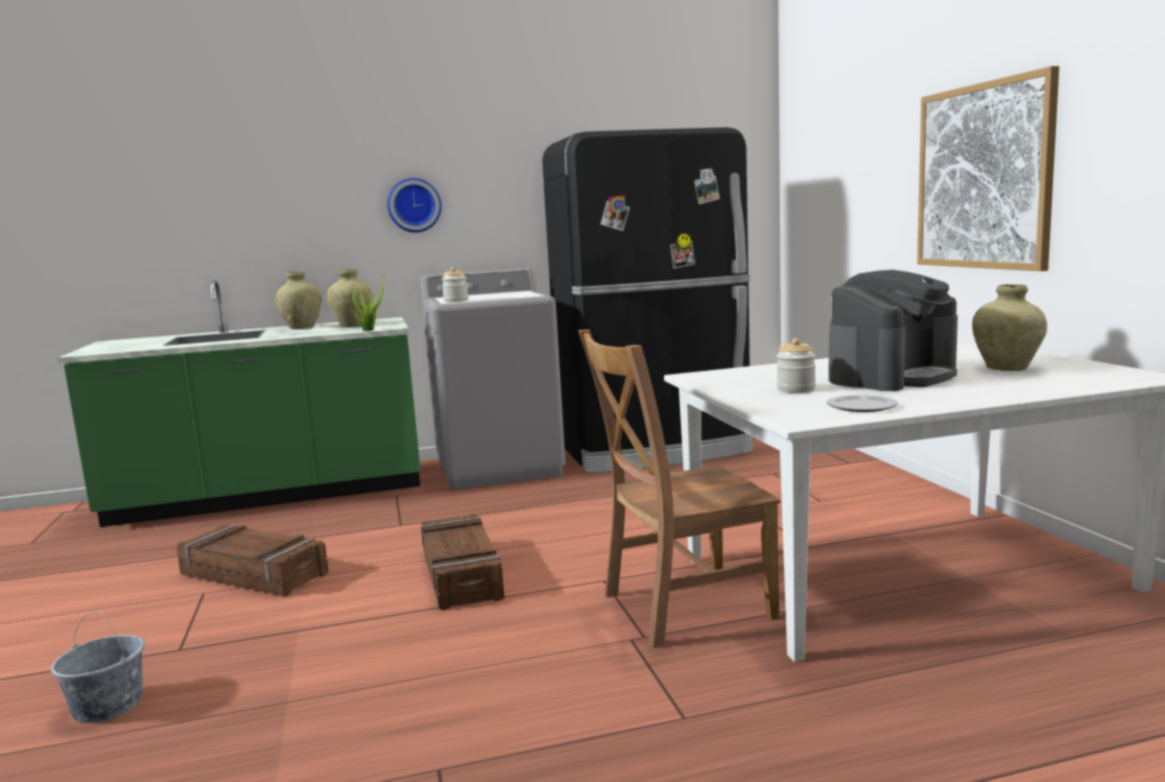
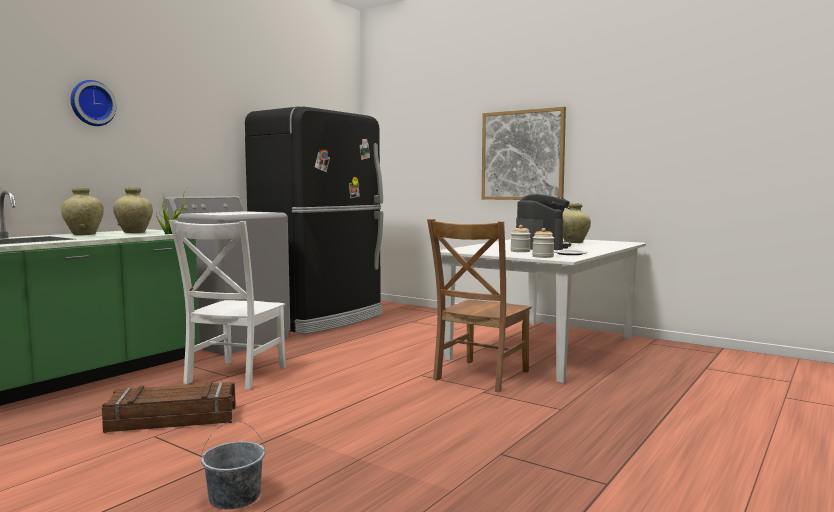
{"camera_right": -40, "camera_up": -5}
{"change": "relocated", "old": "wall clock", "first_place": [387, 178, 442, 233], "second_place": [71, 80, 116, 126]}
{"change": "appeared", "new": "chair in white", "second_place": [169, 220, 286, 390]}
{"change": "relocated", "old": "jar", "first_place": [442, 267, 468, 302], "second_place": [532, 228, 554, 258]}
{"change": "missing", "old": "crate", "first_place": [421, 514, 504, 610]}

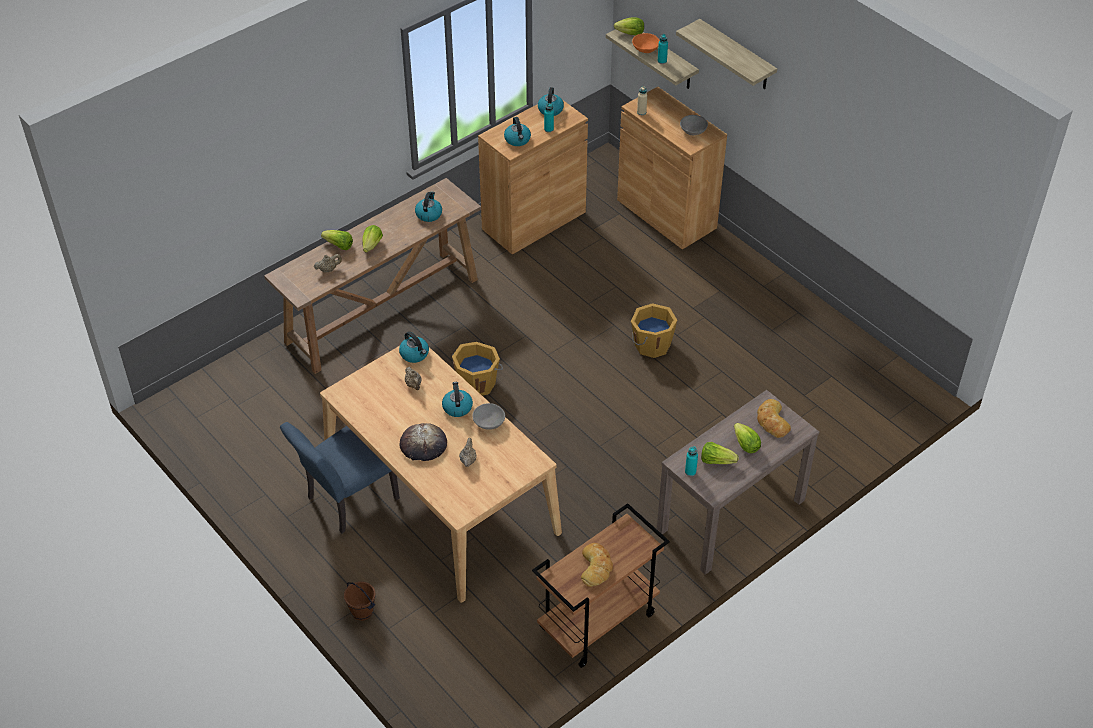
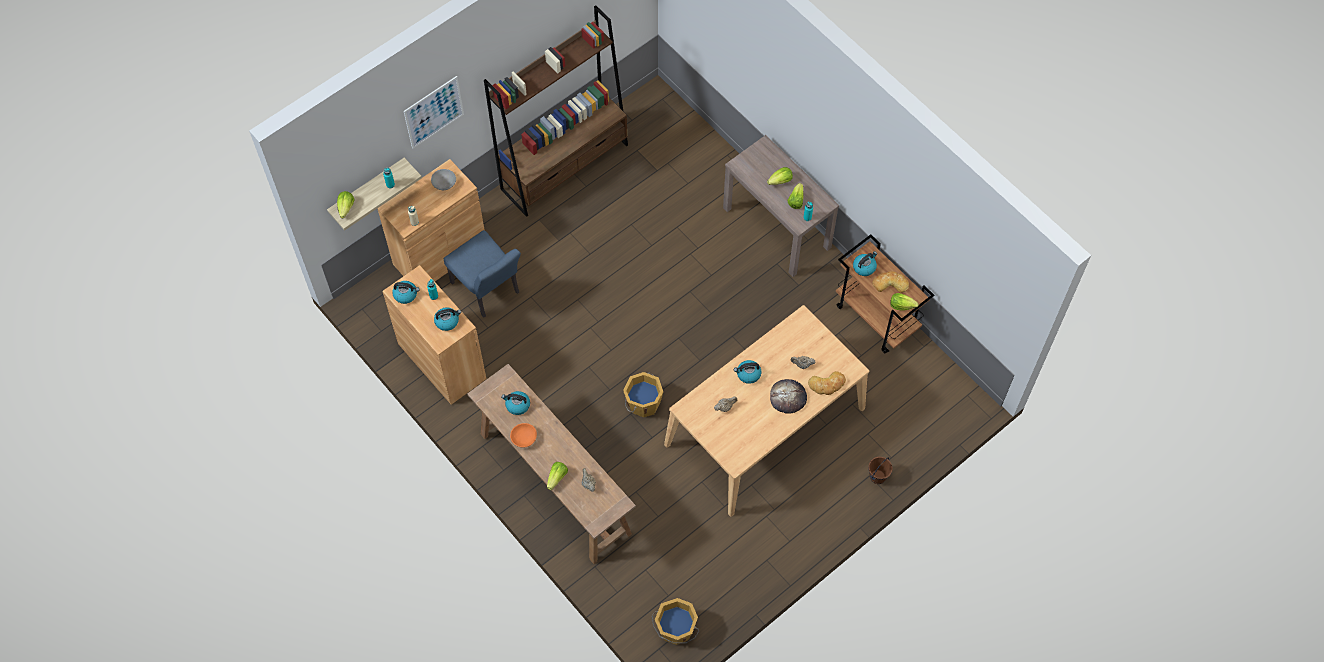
{"camera_right": -90, "camera_up": 15}
{"change": "exchanged", "old": "shelf", "new": "picture", "first_place": [676, 19, 777, 89], "second_place": [404, 76, 464, 148]}
{"change": "relocated", "old": "chair in blue", "first_place": [280, 422, 400, 533], "second_place": [444, 230, 521, 318]}
{"change": "appeared", "new": "bookcase in brown", "second_place": [484, 5, 628, 217]}
{"change": "relocated", "old": "bowl in orange", "first_place": [632, 33, 660, 53], "second_place": [510, 423, 537, 448]}
{"change": "relocated", "old": "bucket in orange", "first_place": [631, 303, 677, 358], "second_place": [652, 598, 699, 645]}
{"change": "relocated", "old": "bread", "first_place": [757, 399, 791, 438], "second_place": [808, 371, 846, 395]}
{"change": "relocated", "old": "kettle", "first_place": [399, 331, 429, 363], "second_place": [853, 251, 877, 276]}
{"change": "relocated", "old": "lettuce", "first_place": [362, 225, 383, 252], "second_place": [890, 293, 919, 310]}
{"change": "missing", "old": "bowl in grey", "first_place": [472, 403, 505, 430]}

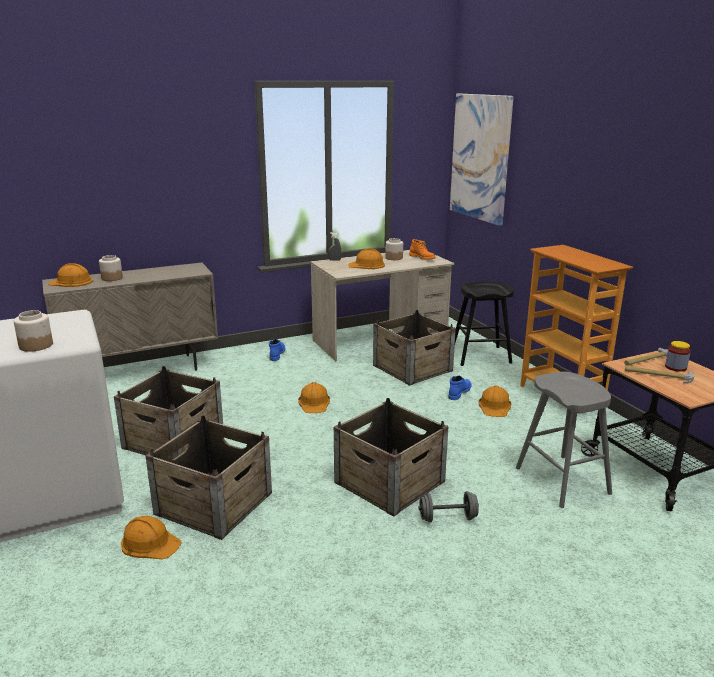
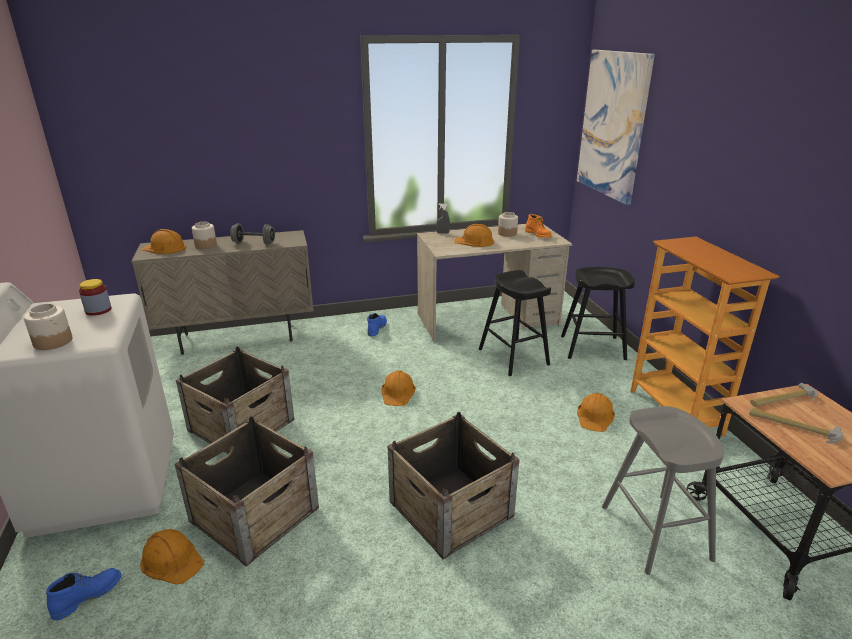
{"camera_right": 10, "camera_up": 5}
{"change": "relocated", "old": "boot in blue", "first_place": [448, 375, 471, 400], "second_place": [46, 568, 121, 621]}
{"change": "relocated", "old": "jar", "first_place": [665, 341, 691, 372], "second_place": [79, 279, 112, 316]}
{"change": "relocated", "old": "dumbbell in grey", "first_place": [418, 491, 479, 522], "second_place": [230, 223, 275, 245]}
{"change": "exchanged", "old": "crate", "new": "stool in black", "first_place": [373, 310, 456, 386], "second_place": [479, 270, 551, 376]}

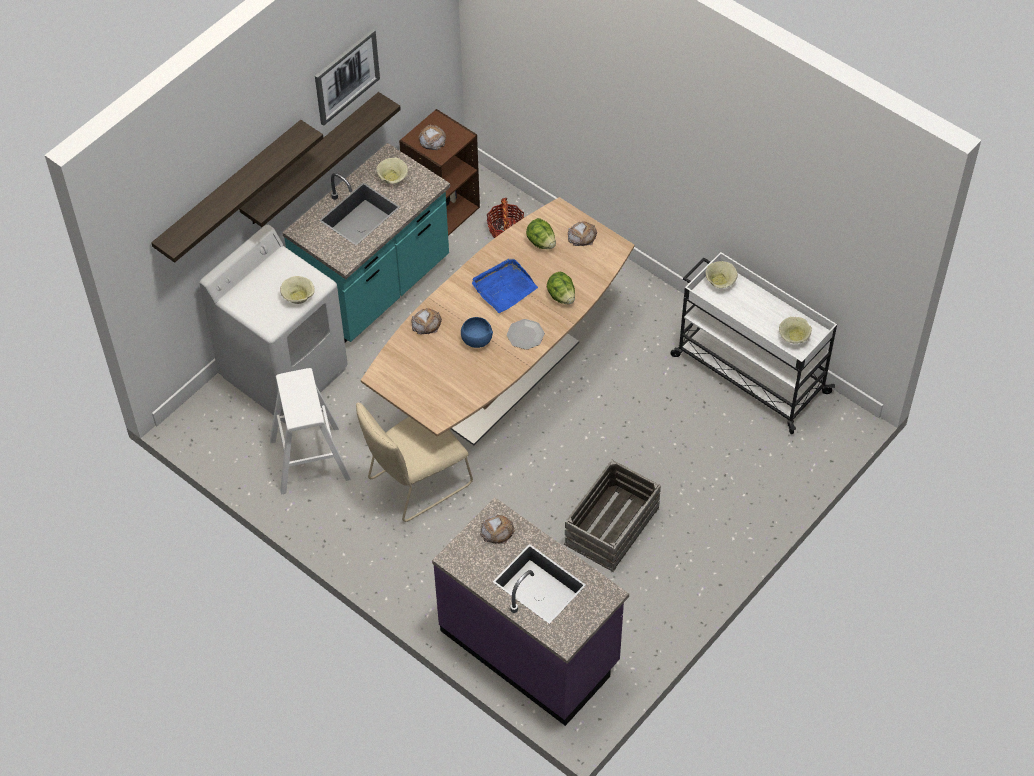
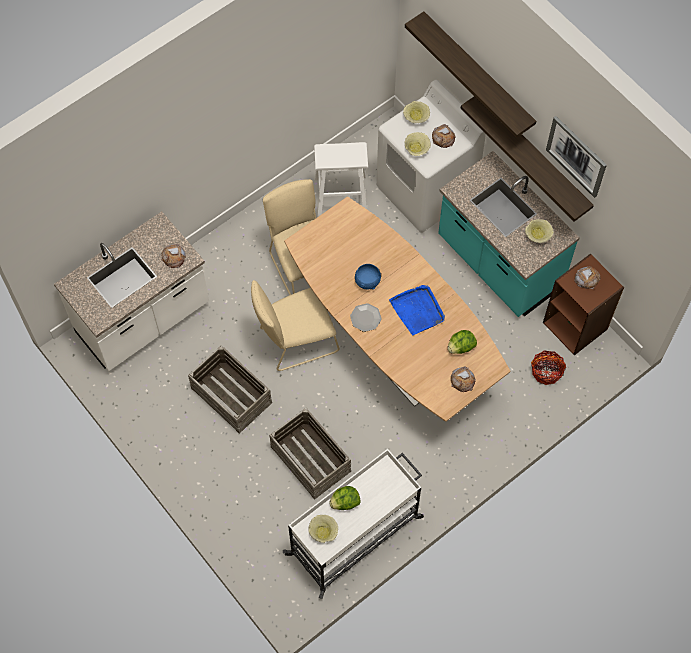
{"camera_right": 100, "camera_up": 10}
{"change": "colour", "old": "counter in purple", "new": "counter in white", "first_place": [432, 498, 629, 726], "second_place": [54, 211, 209, 371]}
{"change": "appeared", "new": "chair in beige", "second_place": [251, 280, 340, 371]}
{"change": "appeared", "new": "crate", "second_place": [269, 408, 351, 500]}
{"change": "relocated", "old": "lettuce", "first_place": [547, 272, 575, 304], "second_place": [329, 486, 361, 510]}
{"change": "relocated", "old": "bowl in beige", "first_place": [706, 261, 738, 288], "second_place": [403, 101, 430, 123]}
{"change": "relocated", "old": "bread", "first_place": [411, 308, 442, 334], "second_place": [432, 124, 456, 148]}

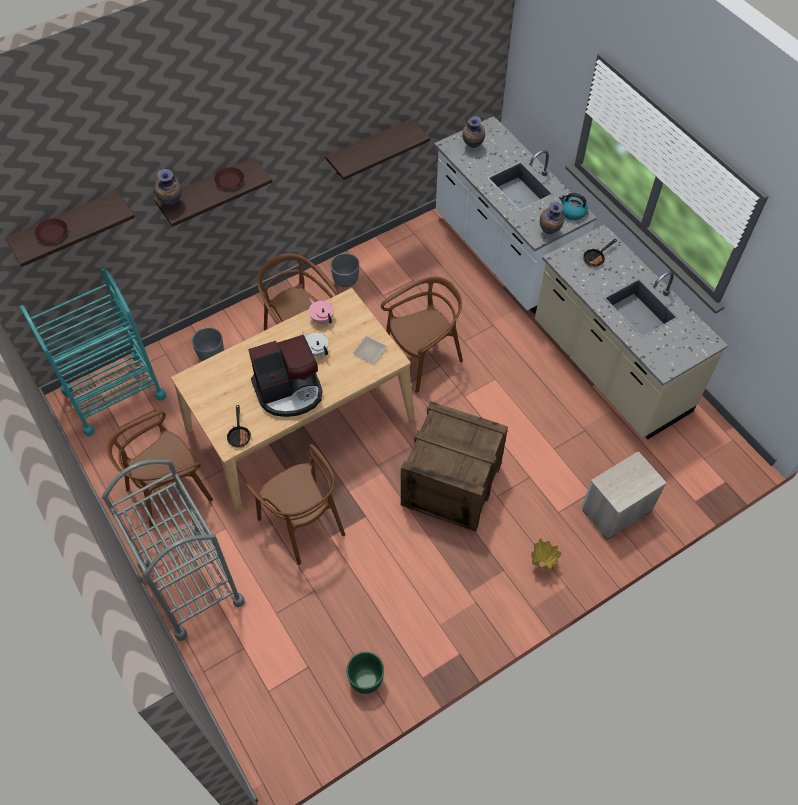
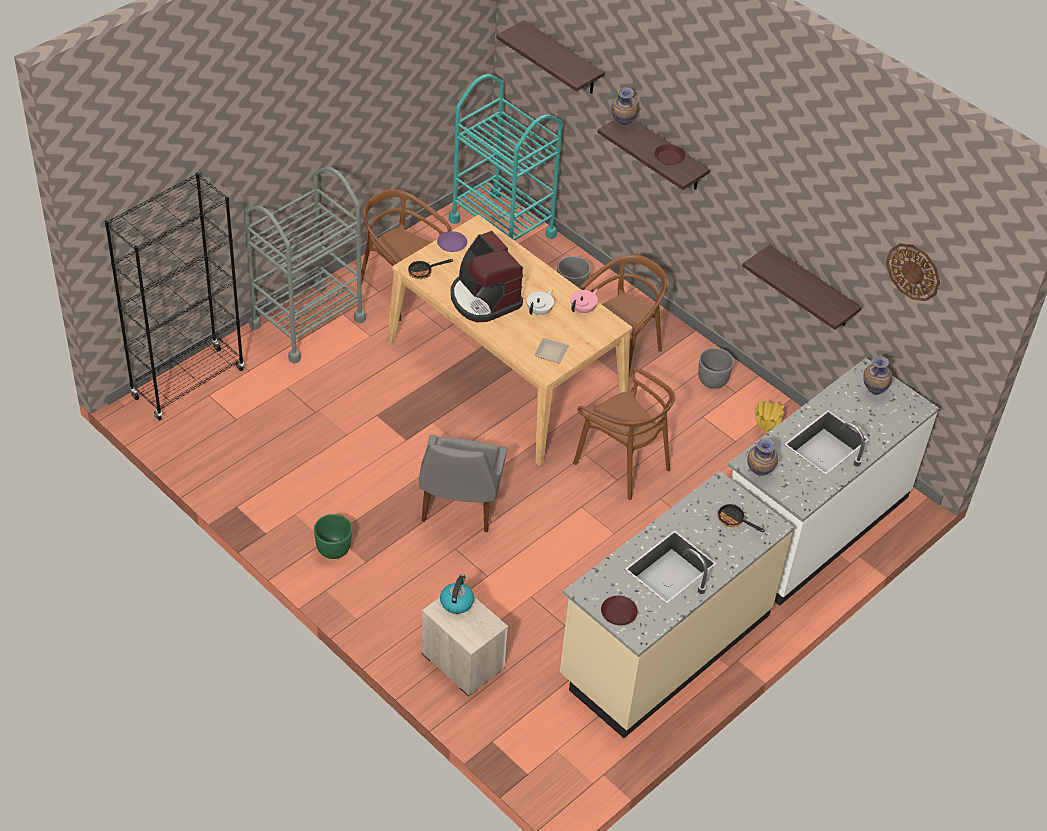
{"camera_right": 75, "camera_up": -10}
{"change": "appeared", "new": "bookcase in black", "second_place": [105, 172, 244, 421]}
{"change": "relocated", "old": "planter in green", "first_place": [346, 652, 384, 694], "second_place": [314, 514, 352, 559]}
{"change": "exchanged", "old": "crate", "new": "chair in grey", "first_place": [401, 401, 508, 532], "second_place": [419, 435, 507, 532]}
{"change": "appeared", "new": "plate in purple", "second_place": [437, 231, 467, 252]}
{"change": "relocated", "old": "kettle", "first_place": [559, 193, 588, 220], "second_place": [440, 574, 474, 614]}
{"change": "relocated", "old": "plate in brown", "first_place": [35, 218, 67, 243], "second_place": [601, 596, 638, 625]}
{"change": "relocated", "old": "vase in yellow", "first_place": [531, 539, 562, 570], "second_place": [755, 400, 785, 432]}
{"change": "appeared", "new": "wall clock", "second_place": [886, 243, 940, 301]}
{"change": "missing", "old": "chair in brown", "first_place": [245, 444, 345, 565]}

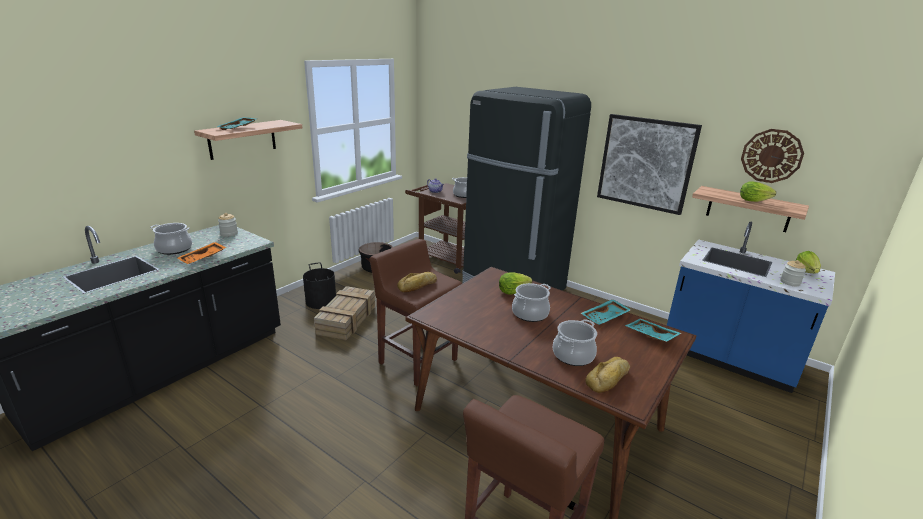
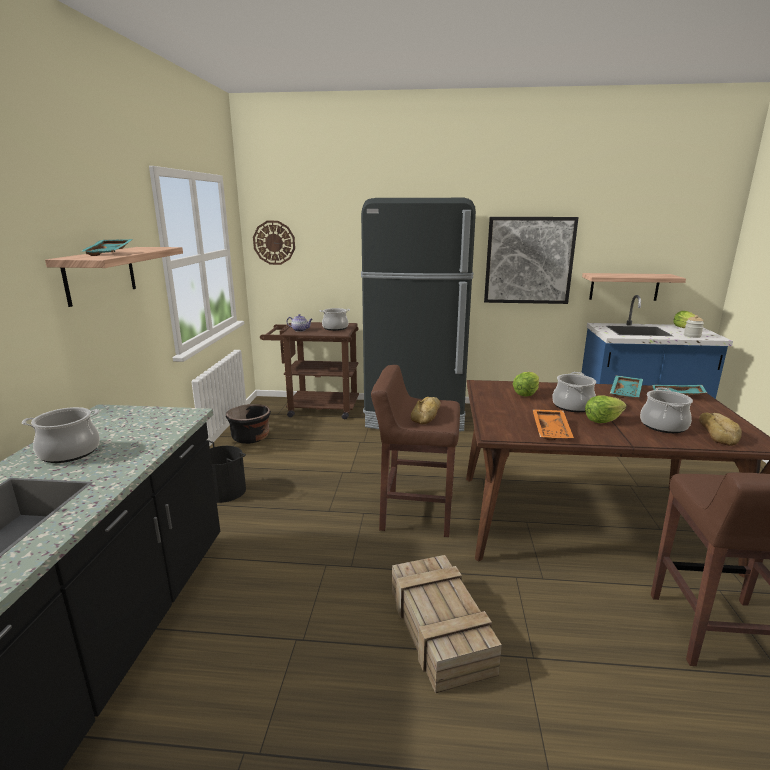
{"camera_right": -30, "camera_up": -5}
{"change": "relocated", "old": "wall clock", "first_place": [741, 129, 804, 183], "second_place": [253, 221, 295, 265]}
{"change": "relocated", "old": "crate", "first_place": [314, 286, 375, 341], "second_place": [392, 555, 502, 693]}
{"change": "relocated", "old": "tray in orange", "first_place": [178, 242, 226, 264], "second_place": [532, 409, 574, 440]}
{"change": "relocated", "old": "lettuce", "first_place": [740, 181, 776, 202], "second_place": [585, 396, 627, 423]}
{"change": "missing", "old": "jar", "first_place": [218, 213, 238, 236]}

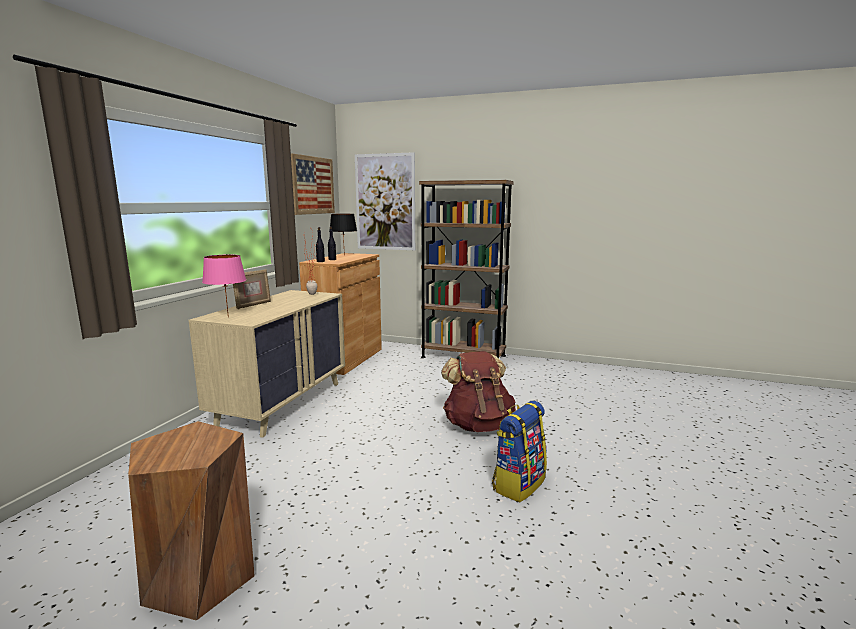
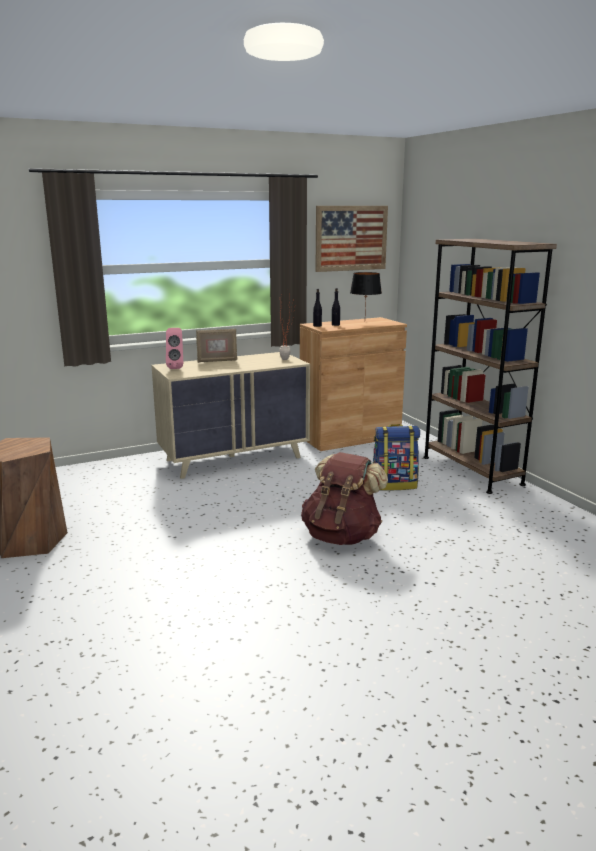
{"camera_right": 45, "camera_up": 5}
{"change": "exchanged", "old": "table lamp in pink", "new": "speaker in pink", "first_place": [202, 254, 246, 317], "second_place": [166, 328, 183, 369]}
{"change": "relocated", "old": "backpack", "first_place": [492, 401, 547, 502], "second_place": [373, 424, 420, 491]}
{"change": "missing", "old": "picture", "first_place": [355, 152, 415, 250]}

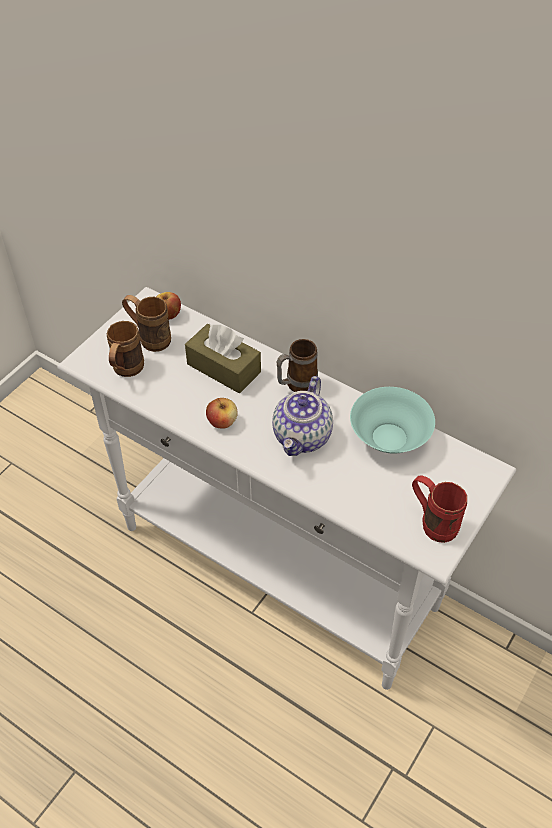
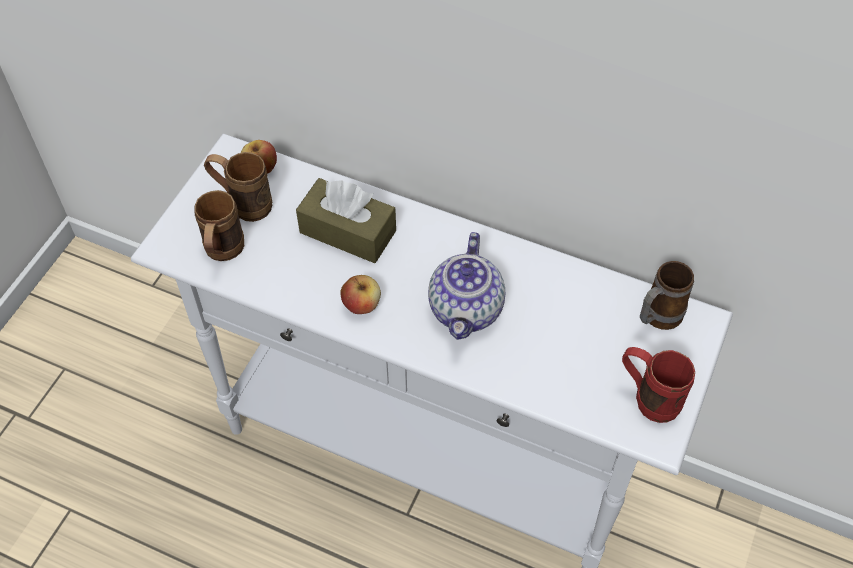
{"camera_right": -10, "camera_up": 5}
{"change": "relocated", "old": "mug", "first_place": [276, 339, 318, 392], "second_place": [640, 261, 694, 330]}
{"change": "missing", "old": "bowl in turquoise", "first_place": [350, 387, 435, 454]}

